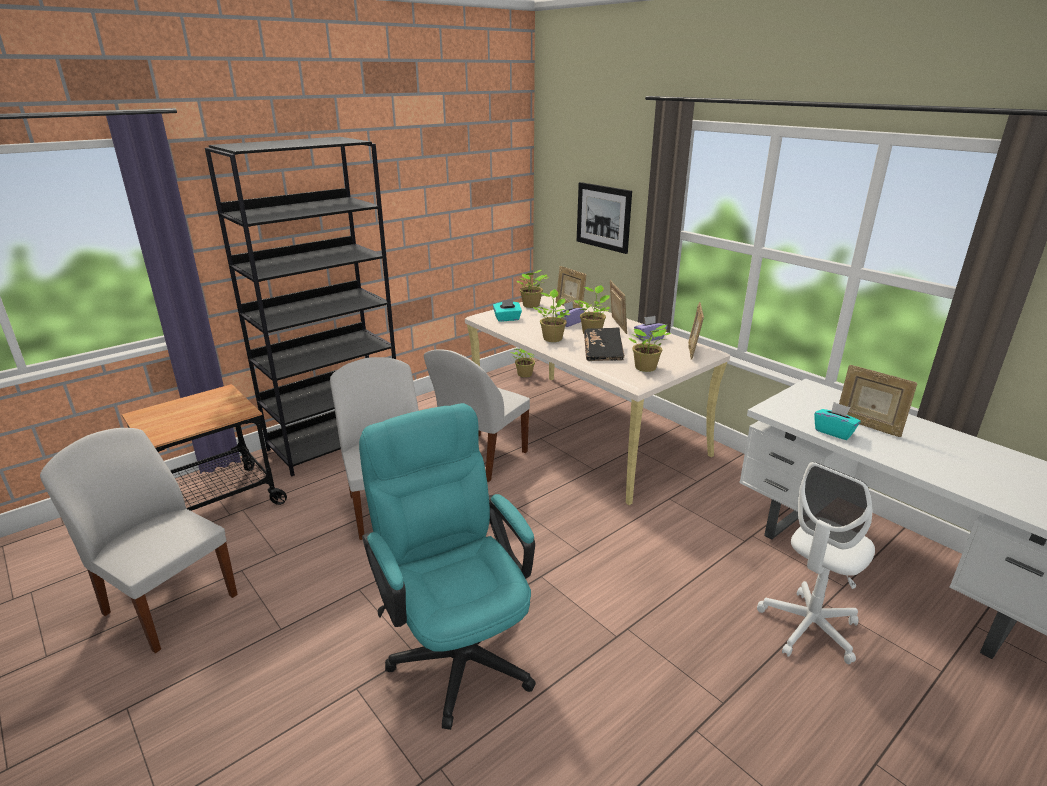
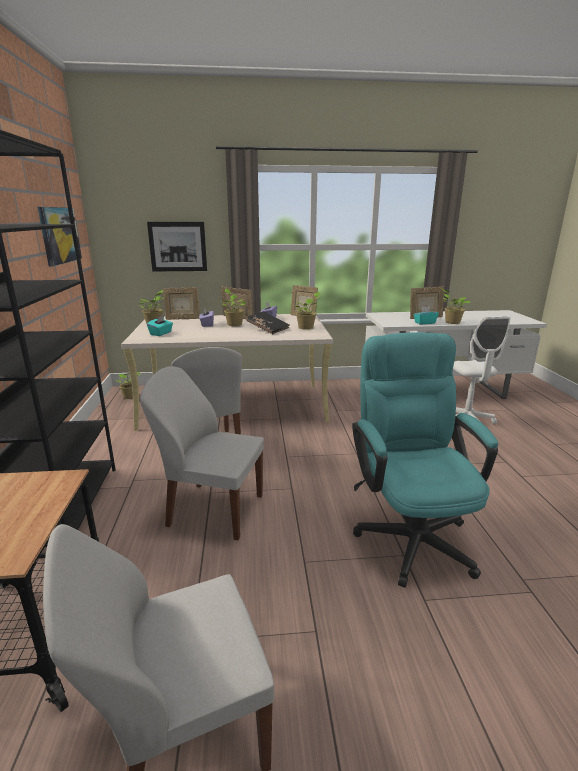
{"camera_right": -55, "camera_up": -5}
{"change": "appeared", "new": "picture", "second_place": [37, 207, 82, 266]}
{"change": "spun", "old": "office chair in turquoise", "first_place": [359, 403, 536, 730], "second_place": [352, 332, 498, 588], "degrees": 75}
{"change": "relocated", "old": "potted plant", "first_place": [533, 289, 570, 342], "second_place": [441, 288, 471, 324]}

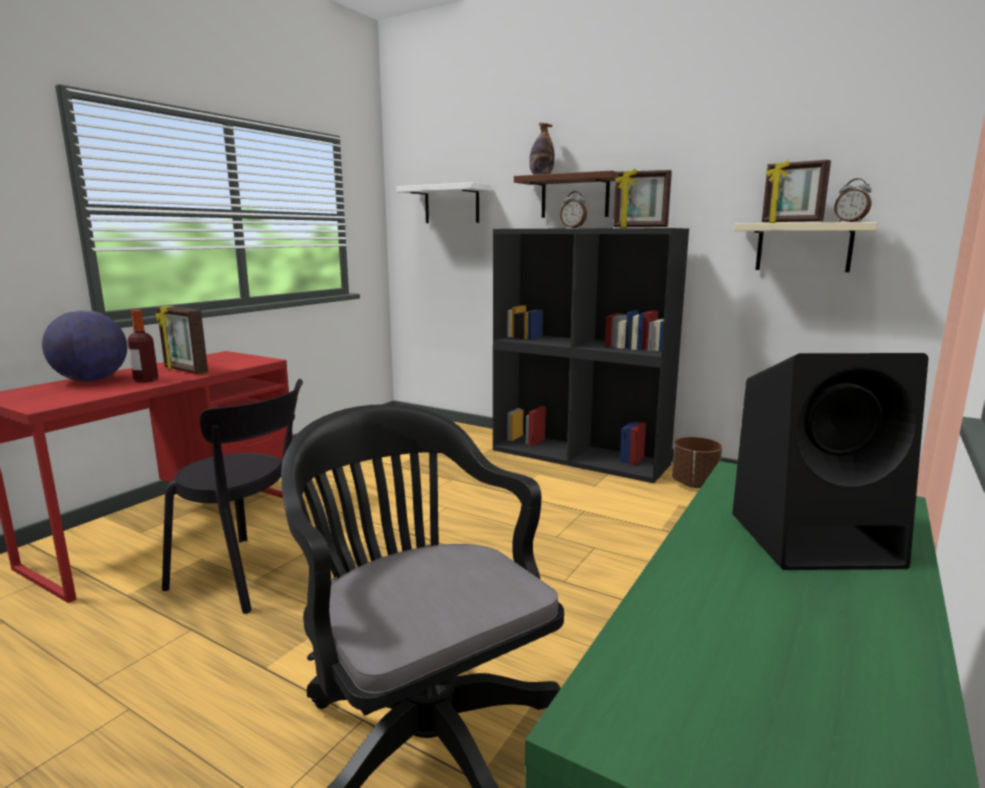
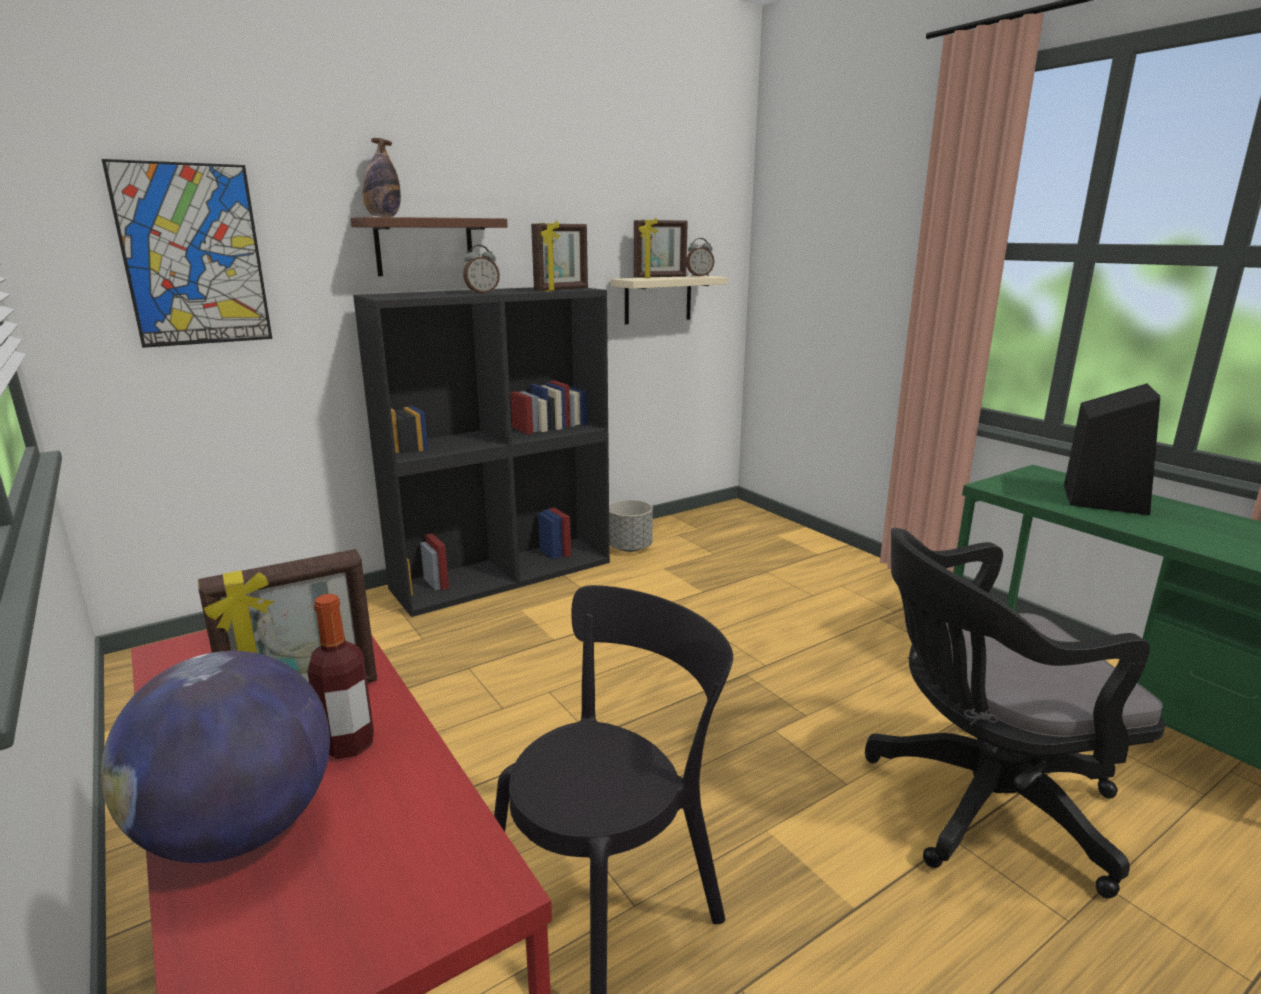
{"camera_right": -65, "camera_up": 5}
{"change": "exchanged", "old": "shelf in white", "new": "picture", "first_place": [396, 182, 490, 223], "second_place": [102, 159, 272, 348]}
{"change": "colour", "old": "planter in brown", "new": "planter in grey", "first_place": [672, 437, 722, 488], "second_place": [609, 500, 653, 552]}

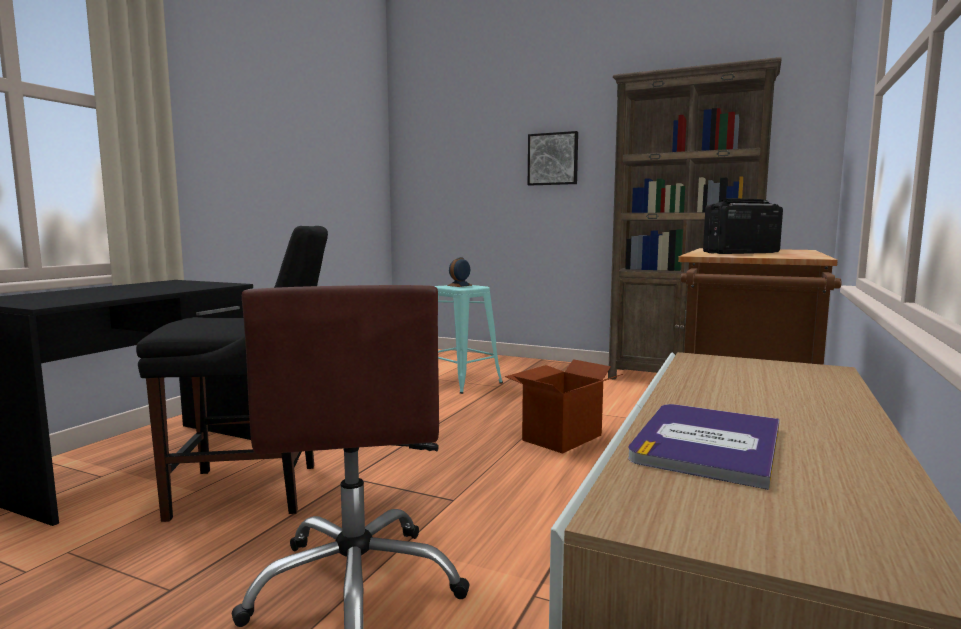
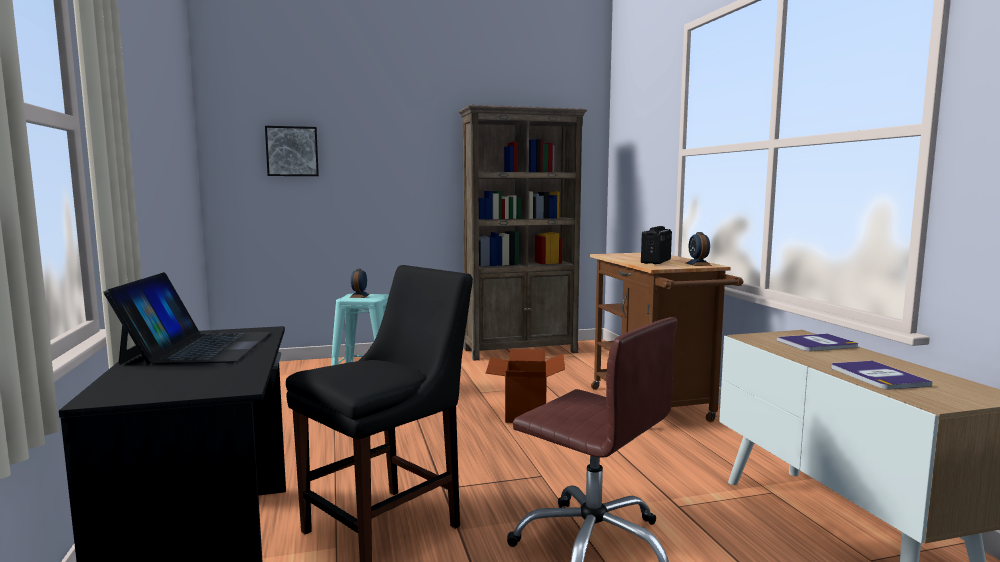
{"camera_right": -40, "camera_up": 0}
{"change": "appeared", "new": "laptop", "second_place": [104, 272, 271, 365]}
{"change": "relocated", "old": "picture", "first_place": [528, 131, 578, 185], "second_place": [265, 126, 319, 176]}
{"change": "appeared", "new": "alarm clock", "second_place": [686, 232, 712, 266]}
{"change": "appeared", "new": "book", "second_place": [777, 334, 858, 351]}

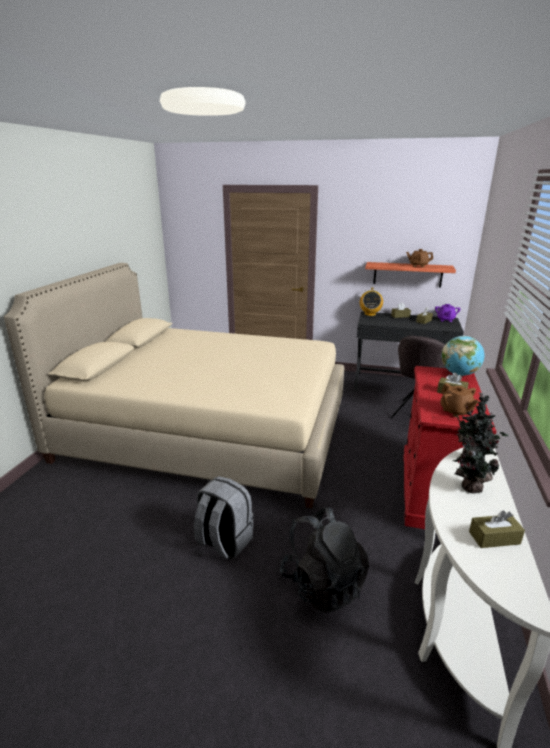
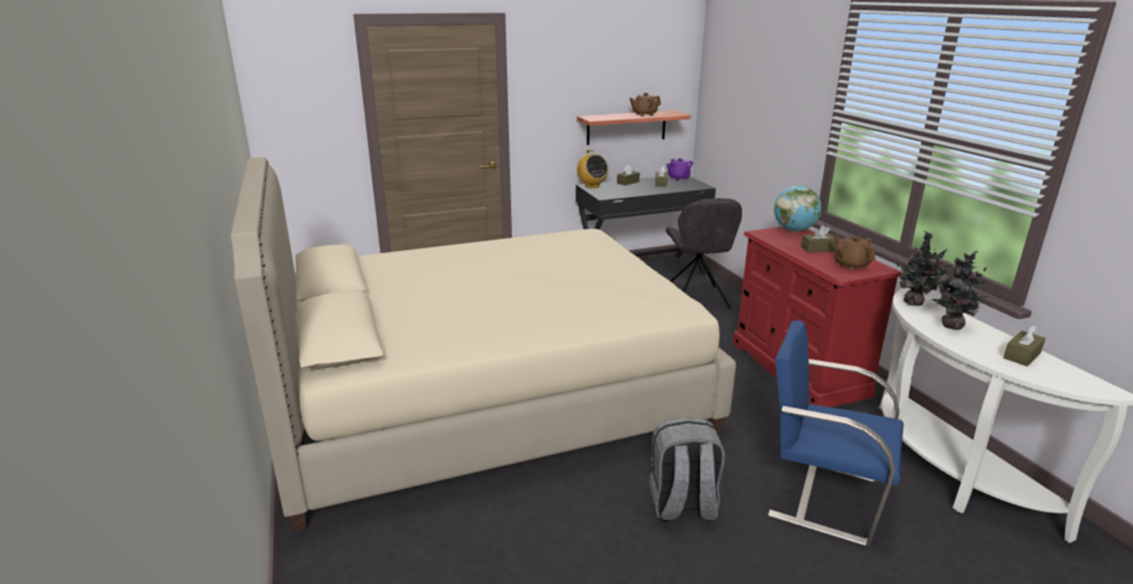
{"camera_right": -35, "camera_up": 0}
{"change": "exchanged", "old": "backpack in black", "new": "chair in blue", "first_place": [280, 508, 369, 613], "second_place": [768, 321, 904, 546]}
{"change": "spun", "old": "teapot in brown", "first_place": [440, 383, 479, 418], "second_place": [834, 235, 875, 271], "degrees": -150}

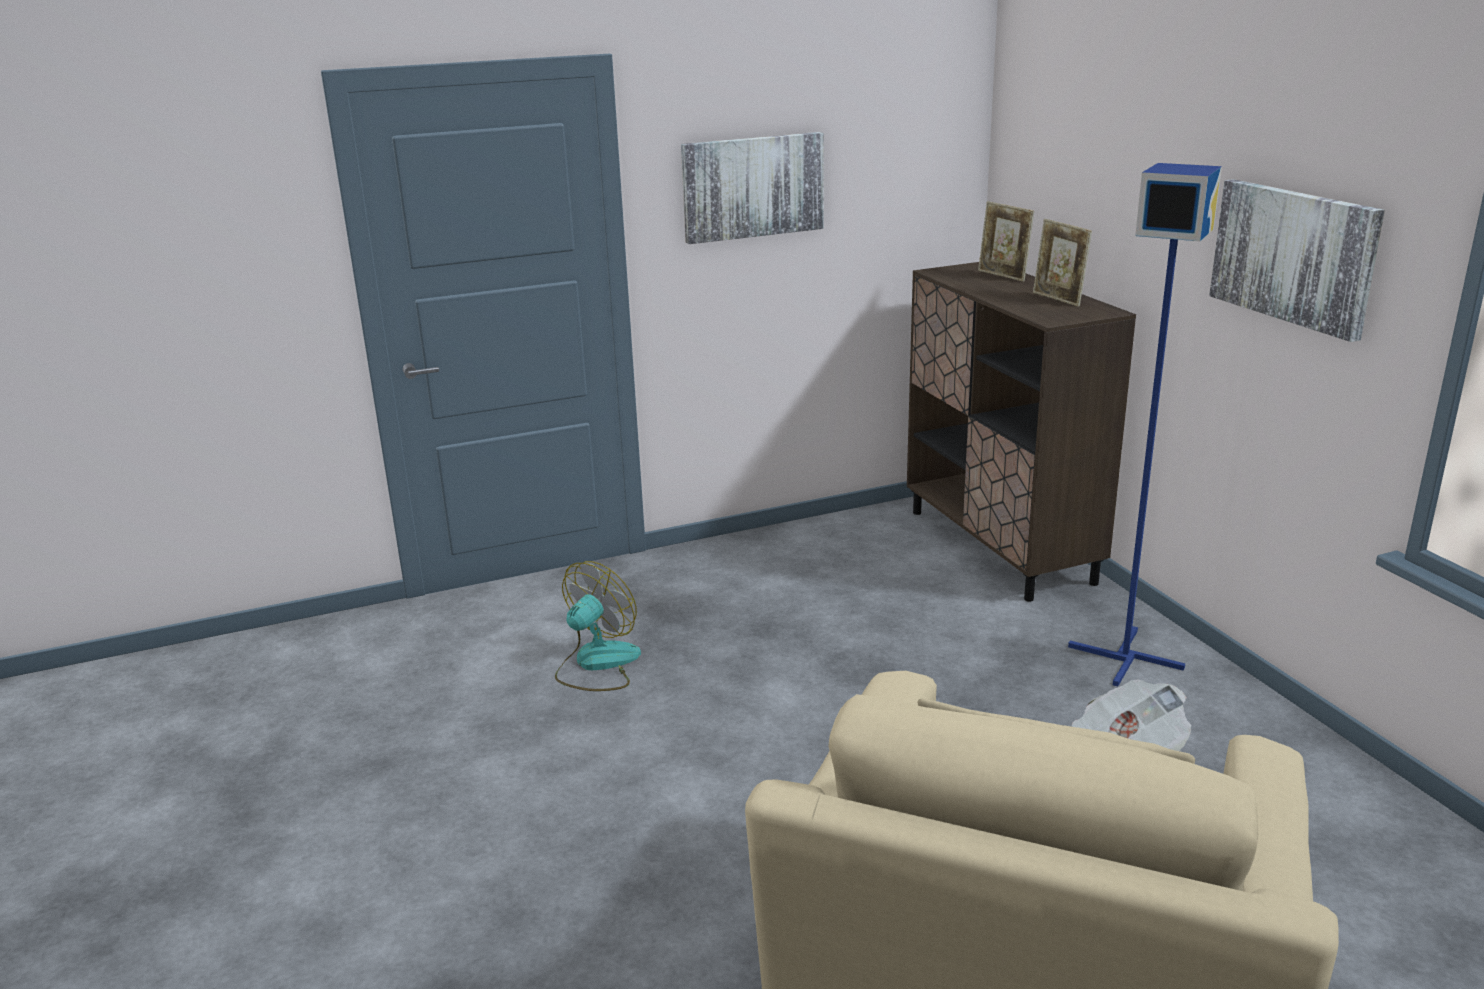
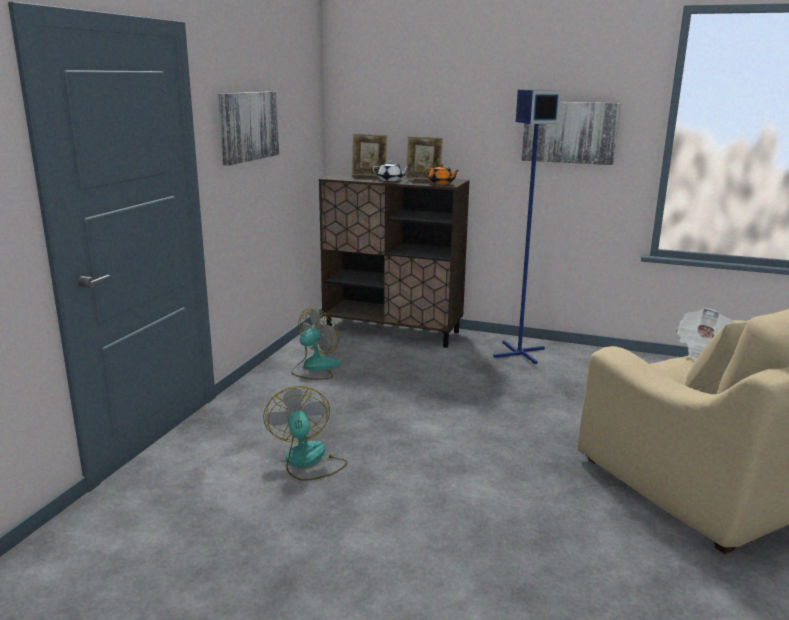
{"camera_right": -50, "camera_up": -5}
{"change": "appeared", "new": "fan", "second_place": [291, 309, 340, 380]}
{"change": "appeared", "new": "teapot in white", "second_place": [372, 161, 410, 181]}
{"change": "appeared", "new": "teapot in orange", "second_place": [425, 164, 459, 185]}

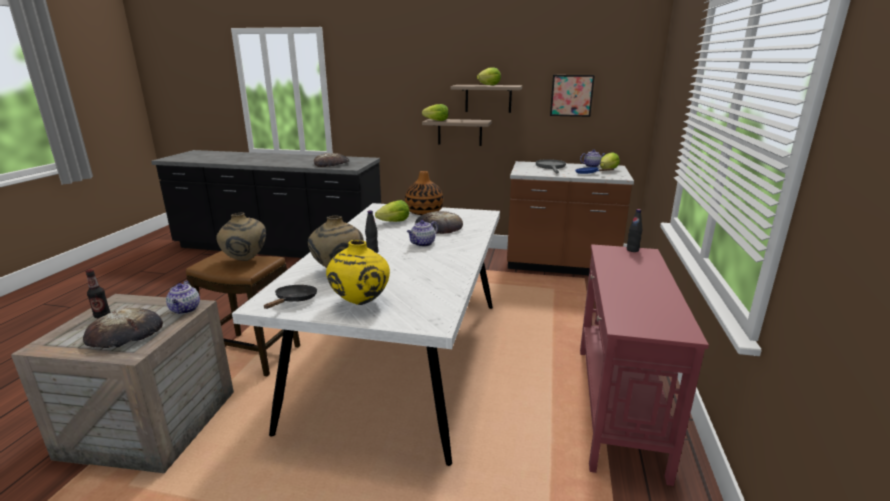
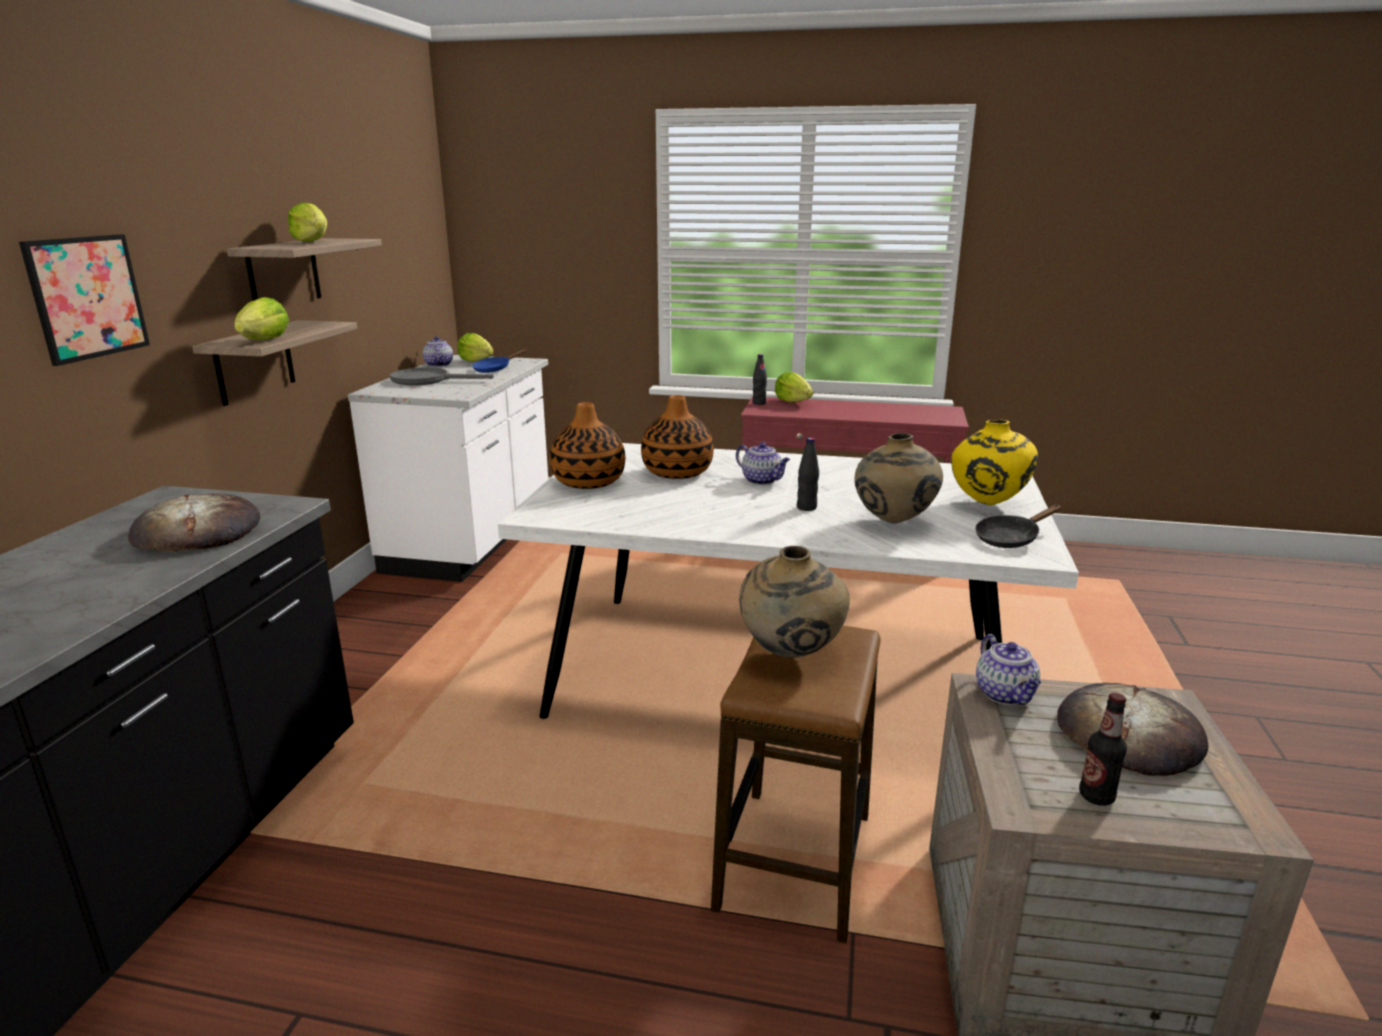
{"camera_right": -90, "camera_up": 0}
{"change": "relocated", "old": "picture", "first_place": [550, 75, 595, 117], "second_place": [19, 234, 150, 366]}
{"change": "colour", "old": "counter in brown", "new": "counter in white", "first_place": [507, 161, 634, 275], "second_place": [348, 355, 548, 582]}
{"change": "exchanged", "old": "bread", "new": "vase", "first_place": [415, 211, 463, 234], "second_place": [641, 395, 714, 479]}
{"change": "relocated", "old": "lettuce", "first_place": [375, 200, 410, 222], "second_place": [775, 372, 813, 403]}
{"change": "spun", "old": "frying pan in black", "first_place": [264, 285, 317, 309], "second_place": [975, 505, 1061, 548], "degrees": -45}
{"change": "spun", "old": "teapot", "first_place": [166, 281, 200, 314], "second_place": [976, 634, 1041, 705], "degrees": 90}

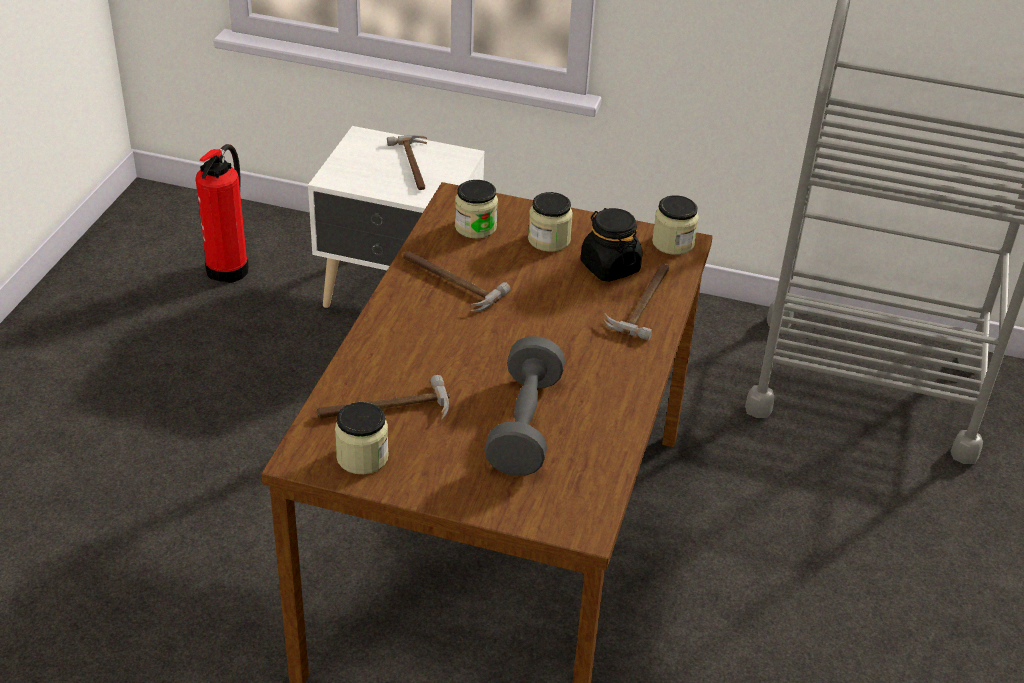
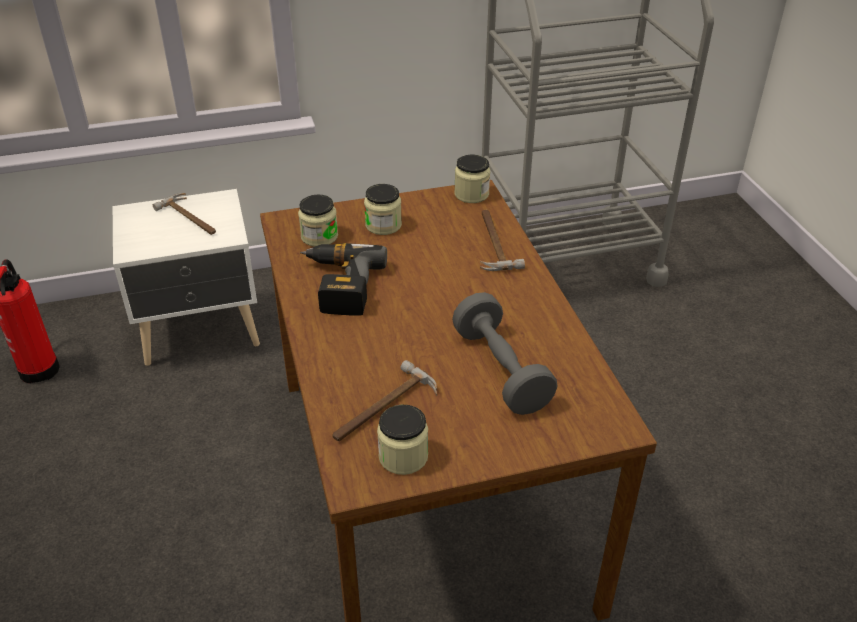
{"camera_right": -30, "camera_up": 0}
{"change": "exchanged", "old": "hammer", "new": "power drill", "first_place": [403, 251, 511, 313], "second_place": [300, 243, 387, 316]}
{"change": "missing", "old": "jar in black", "first_place": [580, 208, 643, 282]}

